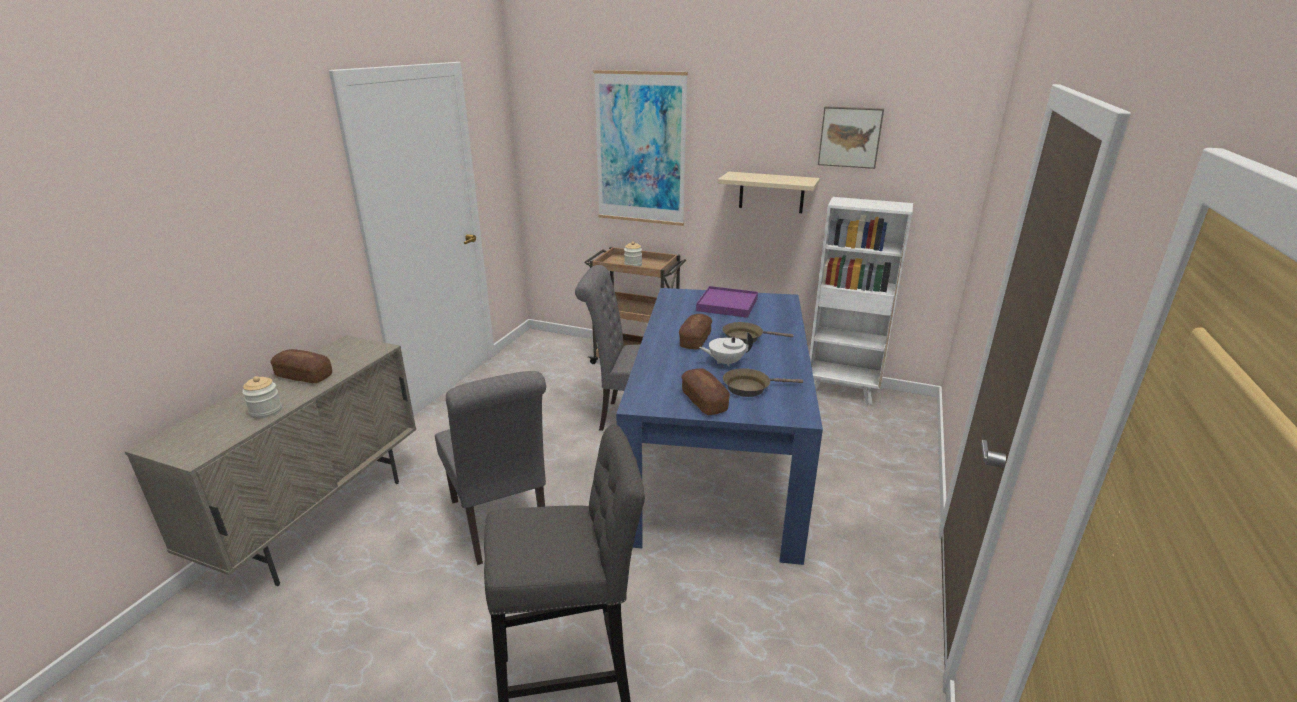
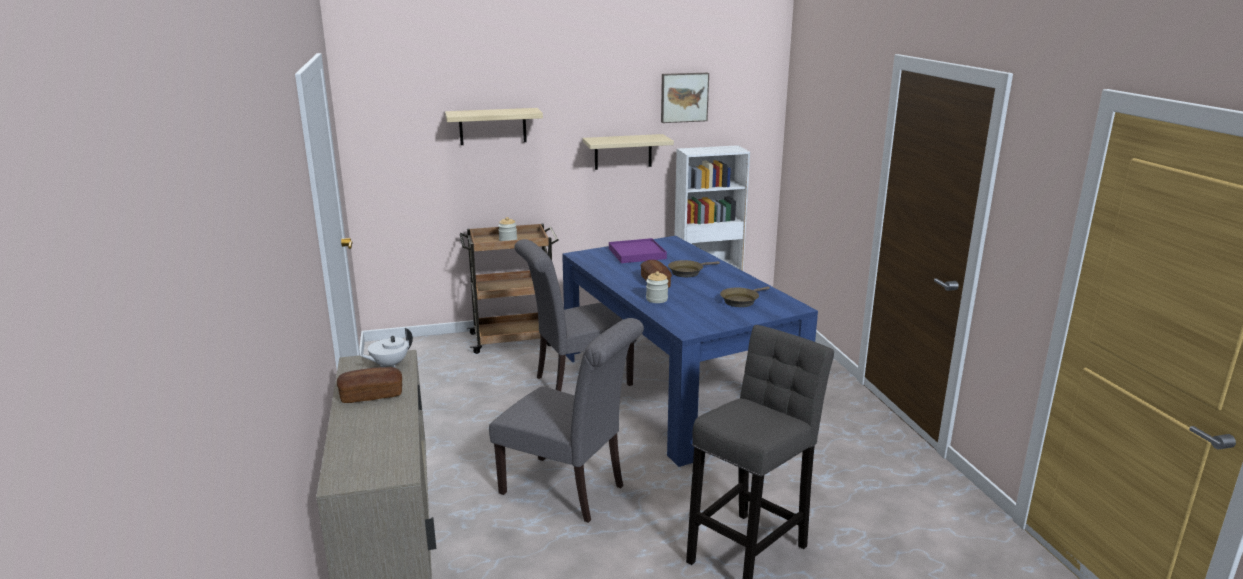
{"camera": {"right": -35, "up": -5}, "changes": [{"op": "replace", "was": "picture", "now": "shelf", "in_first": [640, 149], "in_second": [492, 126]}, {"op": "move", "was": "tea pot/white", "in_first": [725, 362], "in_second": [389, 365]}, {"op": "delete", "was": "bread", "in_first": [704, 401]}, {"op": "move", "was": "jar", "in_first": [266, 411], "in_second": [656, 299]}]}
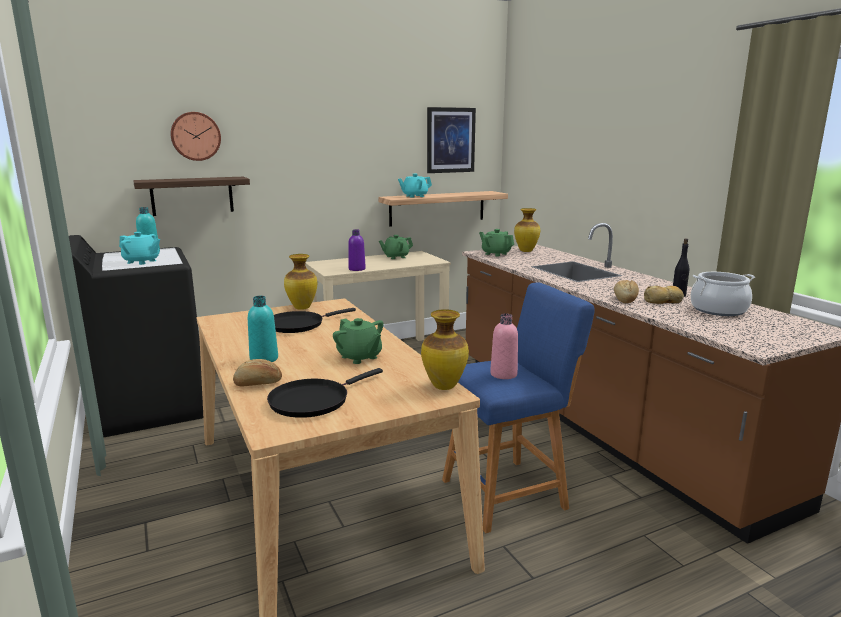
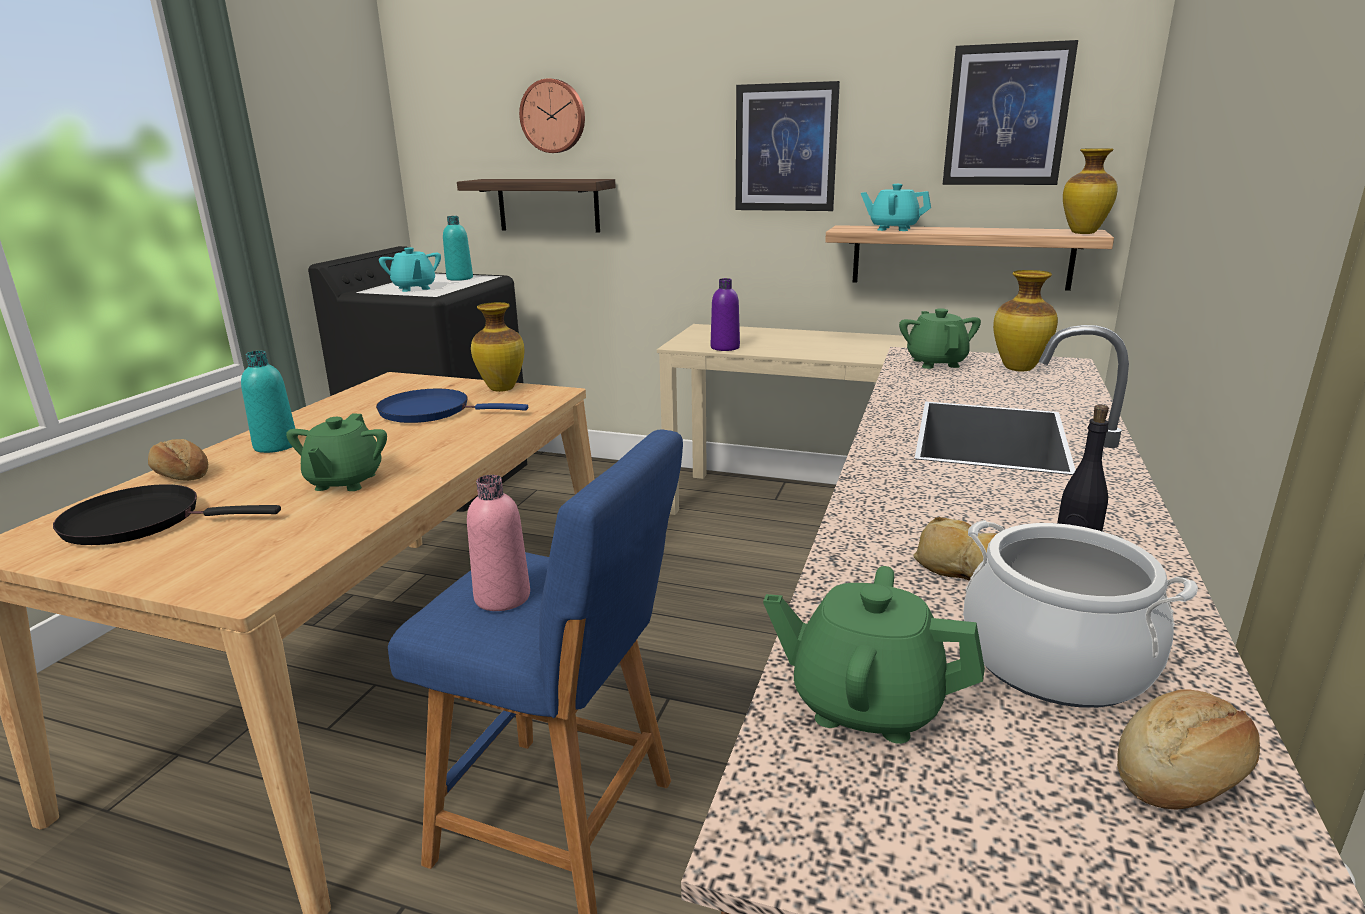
{"camera": {"right": 45, "up": 5}, "changes": [{"op": "move", "was": "tea pot/green-coloured", "in_first": [396, 257], "in_second": [865, 704]}, {"op": "move", "was": "bread", "in_first": [625, 299], "in_second": [1183, 775]}, {"op": "recolor", "was": "pan/black", "now": "pan/blue-coloured", "in_first": [298, 325], "in_second": [431, 411]}, {"op": "move", "was": "decorative vase", "in_first": [444, 386], "in_second": [1083, 233]}, {"op": "insert", "now": "picture", "in_second": [785, 148]}]}
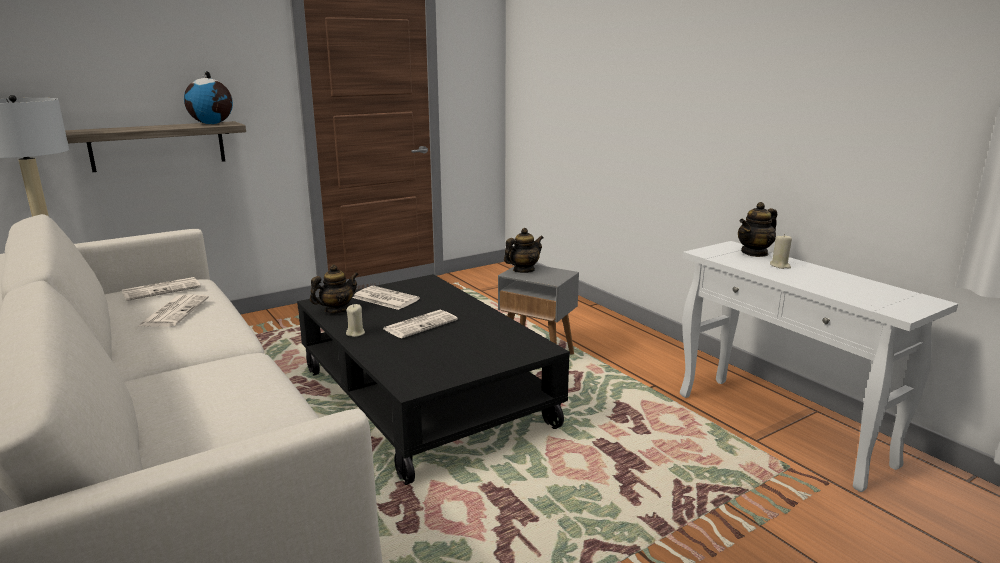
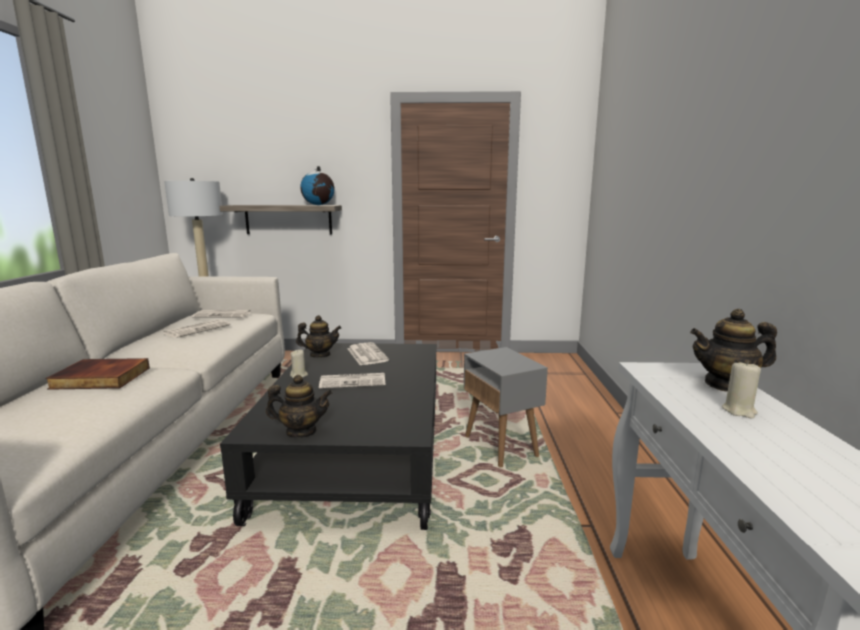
{"camera": {"right": 35, "up": -5}, "changes": [{"op": "move", "was": "tea pot", "in_first": [523, 270], "in_second": [301, 431]}, {"op": "insert", "now": "bound book", "in_second": [99, 378]}]}
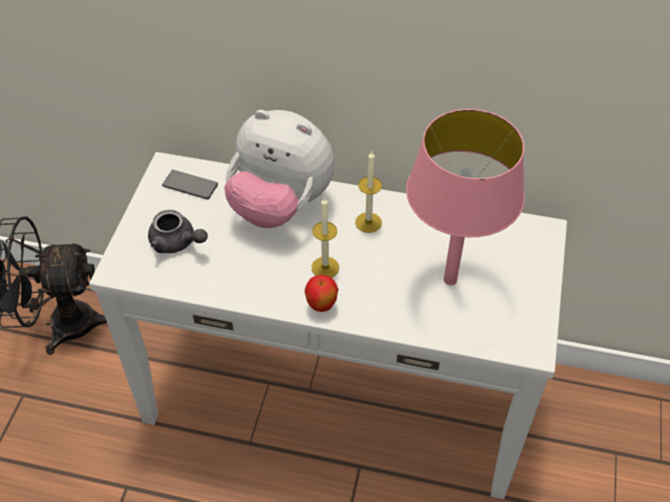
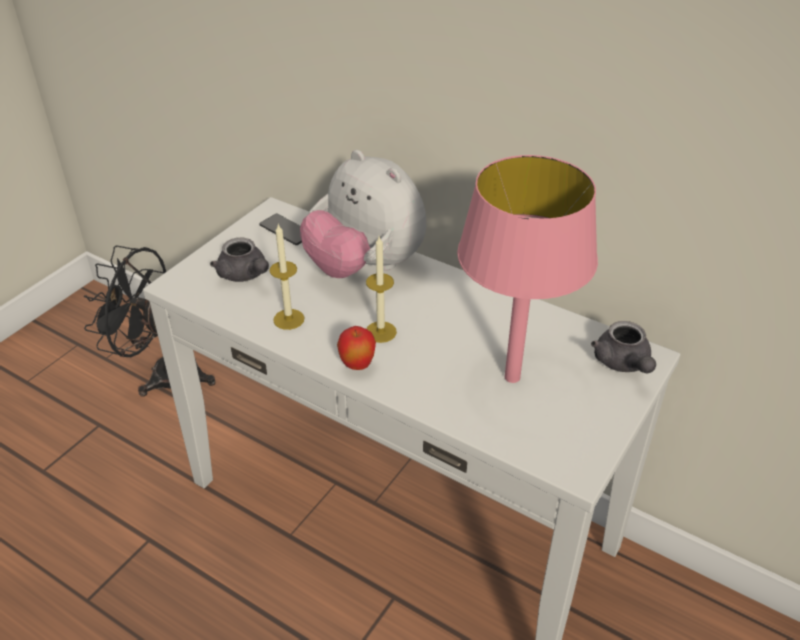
{"camera": {"right": 20, "up": -10}, "changes": [{"op": "move", "was": "wax light", "in_first": [368, 222], "in_second": [288, 319]}, {"op": "insert", "now": "tea pot/gray", "in_second": [623, 364]}]}
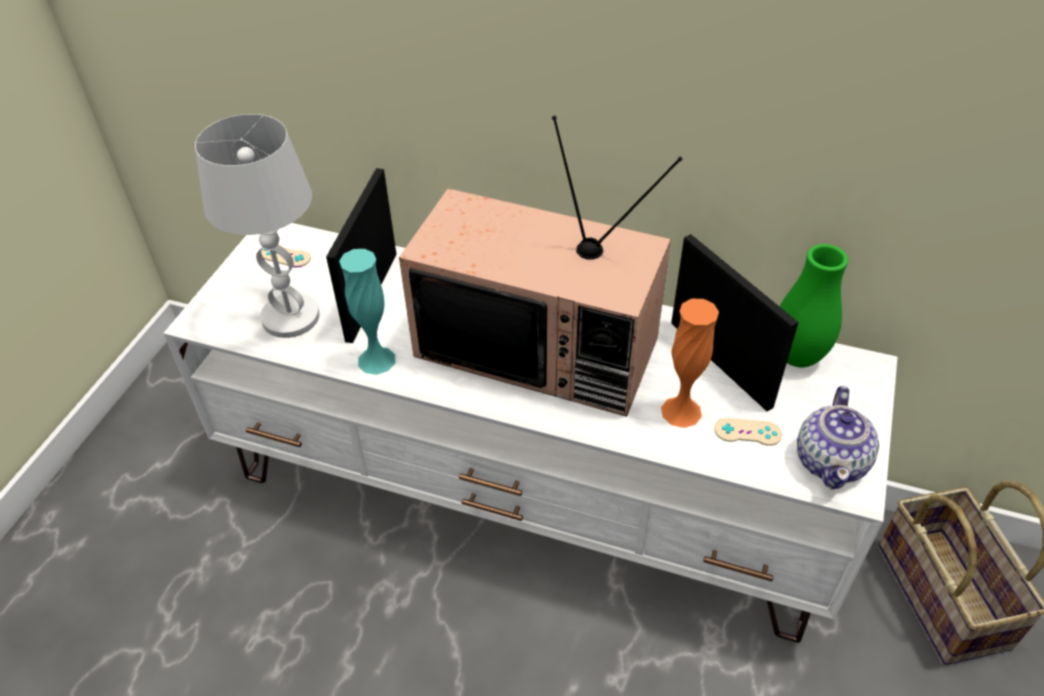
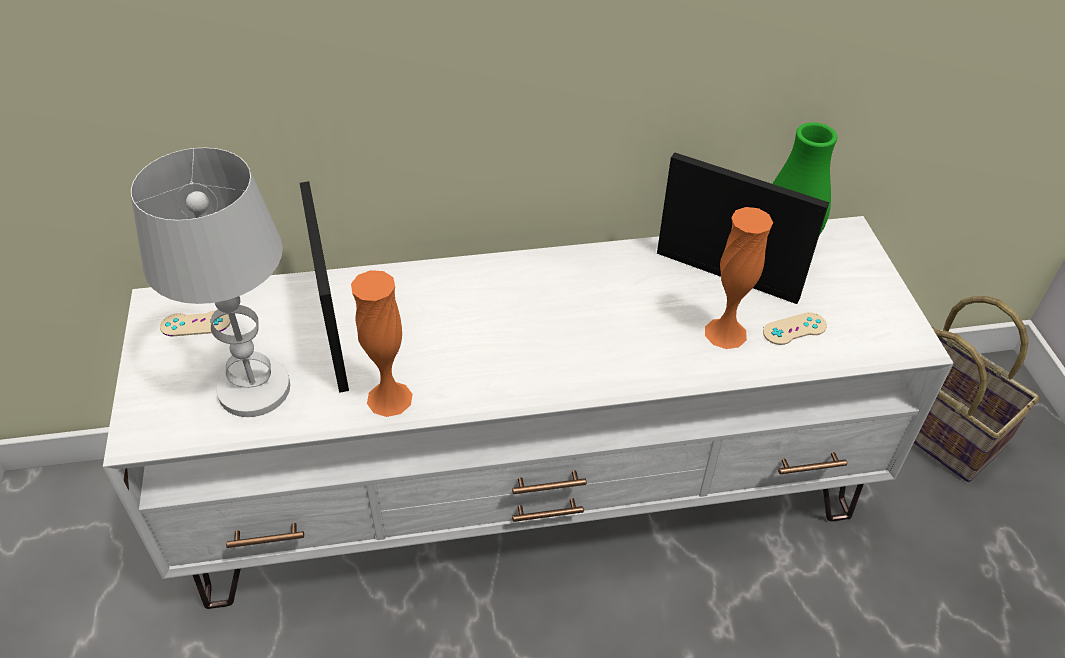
{"camera": {"right": -30, "up": 0}, "changes": [{"op": "delete", "was": "TV set", "in_first": [541, 346]}, {"op": "recolor", "was": "decorative vase/turquoise", "now": "decorative vase/orange-coloured", "in_first": [376, 360], "in_second": [389, 398]}, {"op": "delete", "was": "tea pot", "in_first": [831, 461]}]}
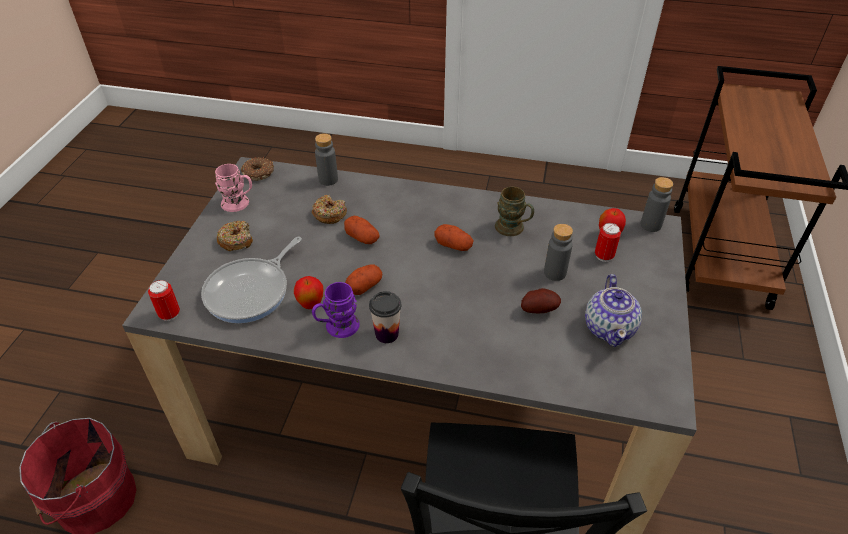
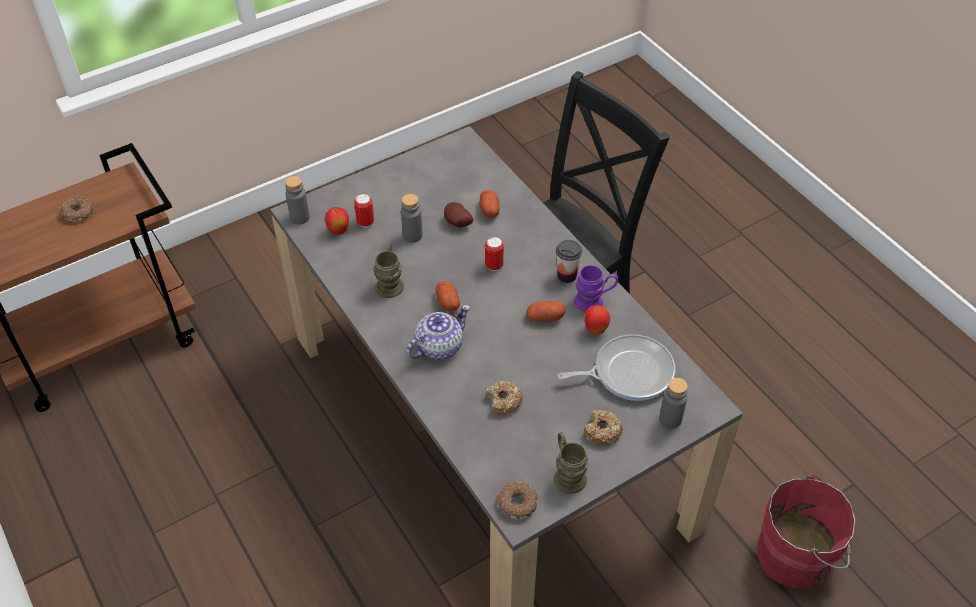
{"camera": {"right": -135, "up": 5}, "changes": [{"op": "move", "was": "beverage bottle/gray", "in_first": [328, 180], "in_second": [670, 419]}, {"op": "recolor", "was": "mug/pink-coloured", "now": "mug/brown-coloured", "in_first": [239, 204], "in_second": [567, 473]}, {"op": "move", "was": "spud", "in_first": [362, 237], "in_second": [489, 210]}, {"op": "move", "was": "tea pot", "in_first": [609, 328], "in_second": [438, 347]}, {"op": "move", "was": "metal can", "in_first": [169, 314], "in_second": [494, 265]}, {"op": "insert", "now": "donut", "in_second": [79, 213]}]}
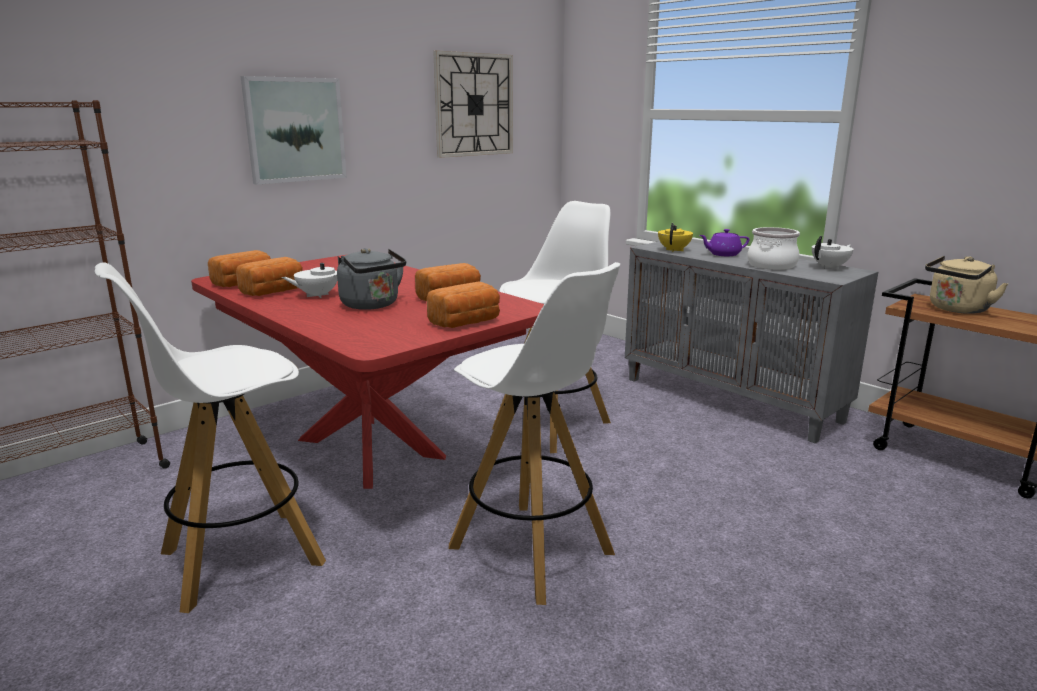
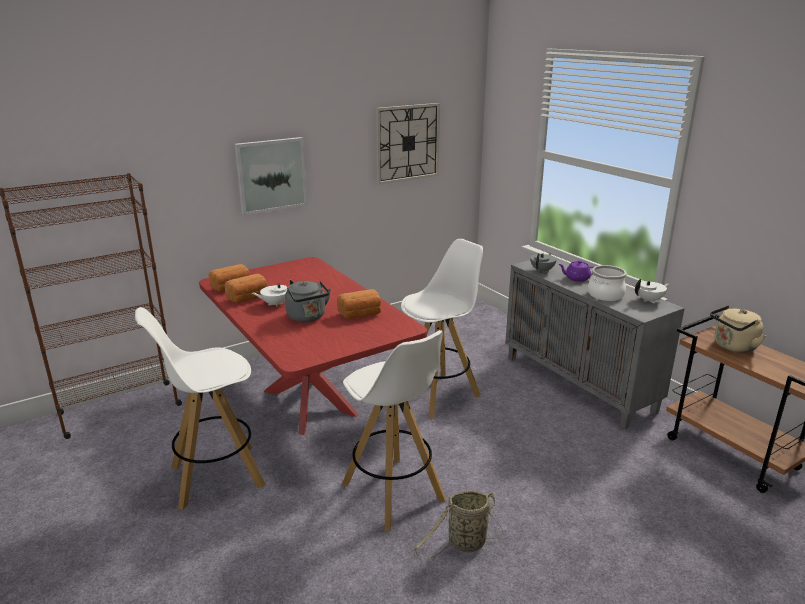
{"camera": {"right": 10, "up": 5}, "changes": [{"op": "recolor", "was": "tea pot/yellow", "now": "tea pot/gray", "in_first": [674, 250], "in_second": [542, 270]}, {"op": "delete", "was": "bread", "in_first": [466, 322]}, {"op": "insert", "now": "basket", "in_second": [464, 544]}]}
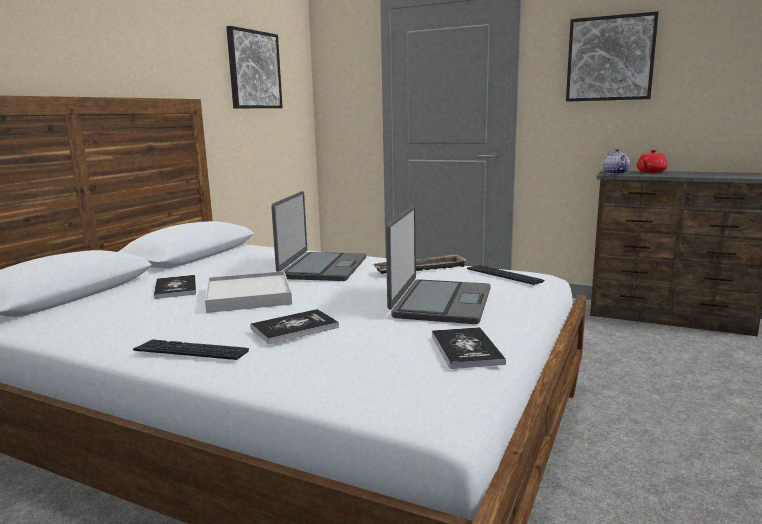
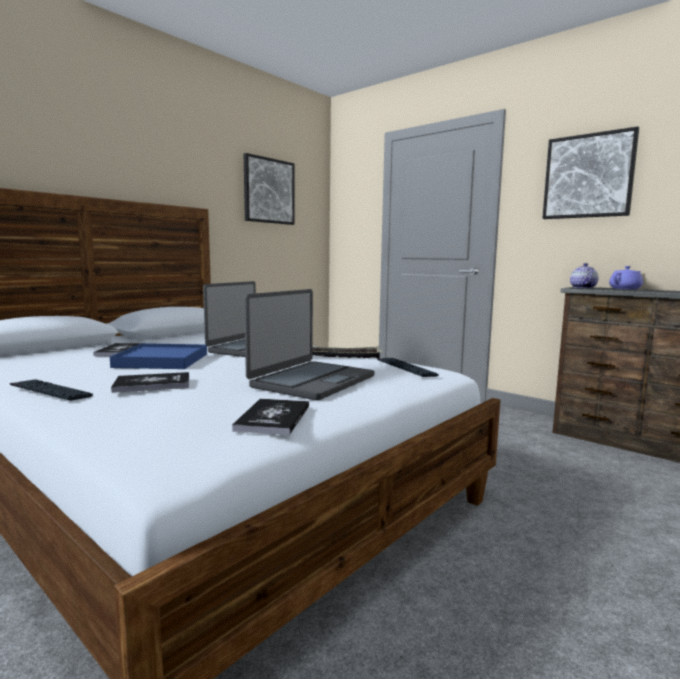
{"camera": {"right": 15, "up": -5}, "changes": [{"op": "recolor", "was": "tea pot/reddish", "now": "tea pot/purplish", "in_first": [651, 172], "in_second": [625, 289]}, {"op": "recolor", "was": "tray/white", "now": "tray/blue-coloured", "in_first": [249, 296], "in_second": [162, 360]}]}
